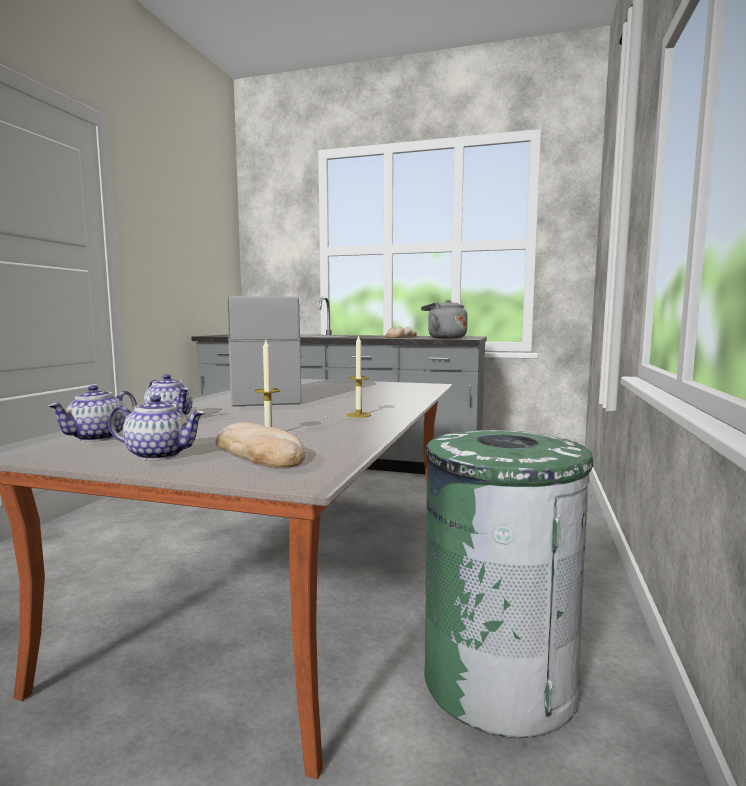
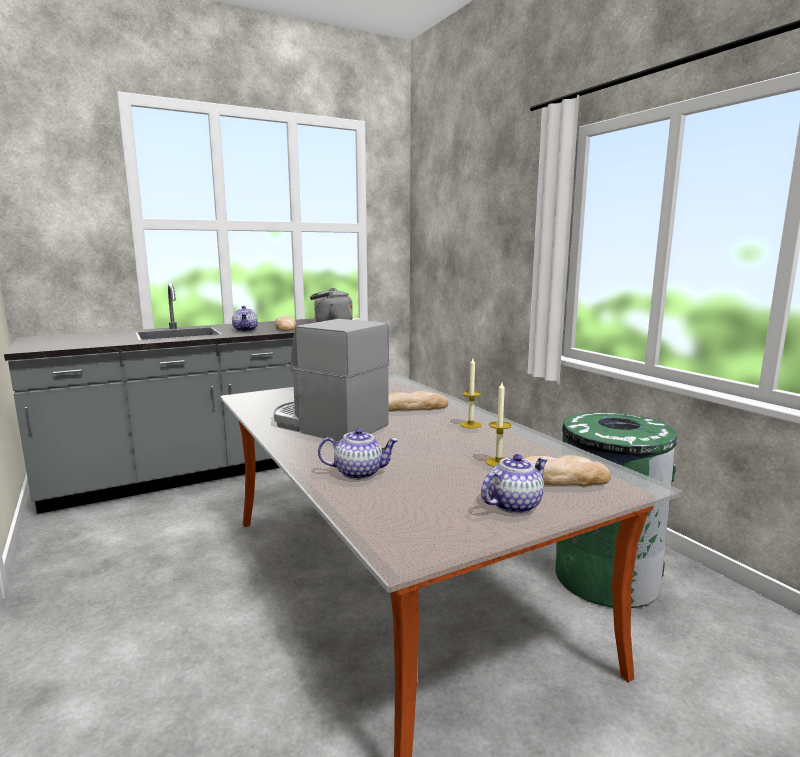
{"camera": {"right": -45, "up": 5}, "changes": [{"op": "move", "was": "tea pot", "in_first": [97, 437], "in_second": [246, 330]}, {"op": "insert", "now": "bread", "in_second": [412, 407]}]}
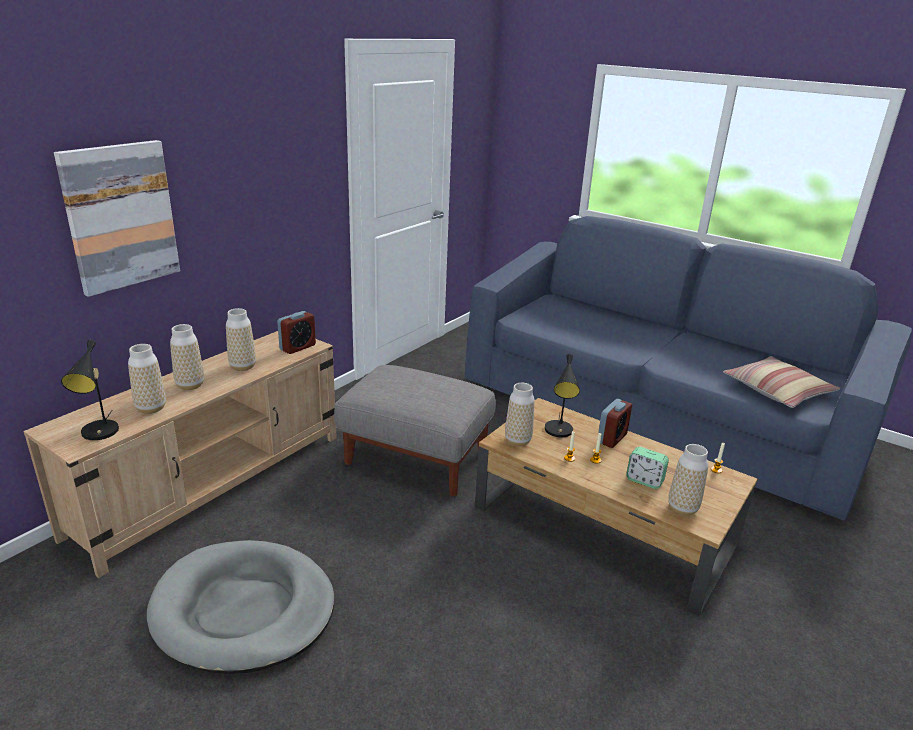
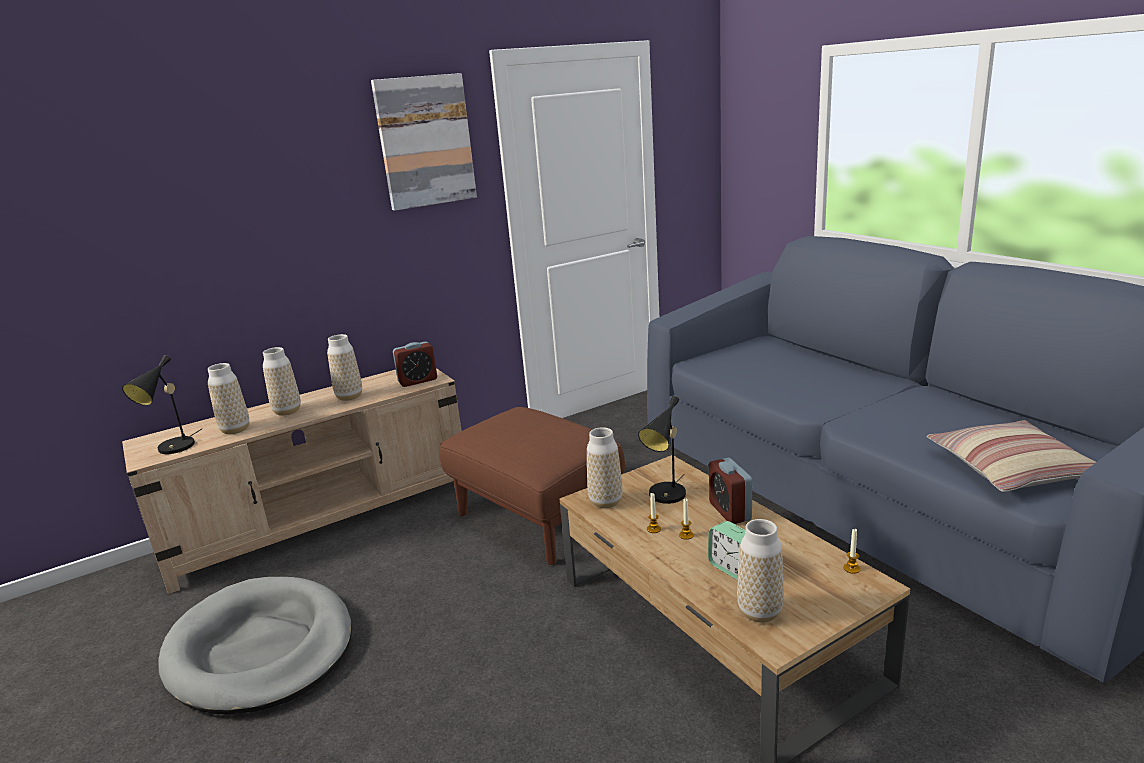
{"camera": {"right": 25, "up": -5}, "changes": [{"op": "move", "was": "picture", "in_first": [120, 216], "in_second": [425, 141]}, {"op": "recolor", "was": "pouffe/gray", "now": "pouffe/brown-coloured", "in_first": [415, 459], "in_second": [536, 518]}, {"op": "rotate", "was": "alarm clock", "in_first": [612, 438], "in_second": [730, 511], "clockwise": 105}]}
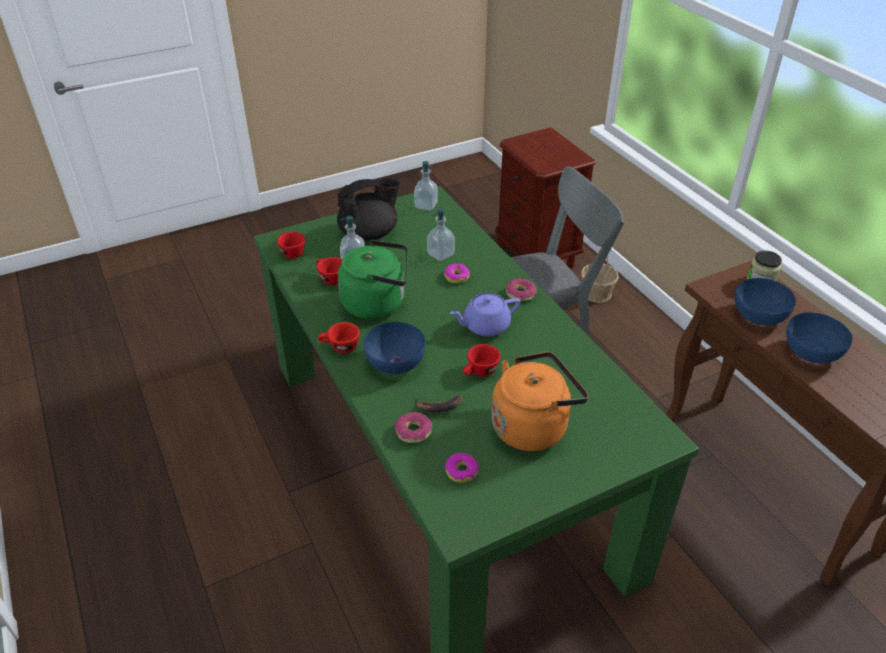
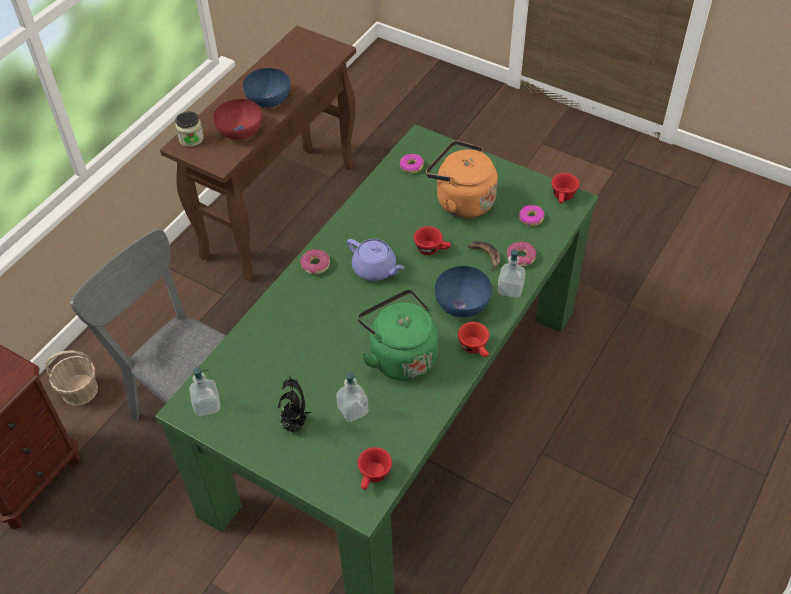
{"camera": {"right": -120, "up": 10}, "changes": [{"op": "replace", "was": "tea pot/black", "now": "houseplant", "in_first": [369, 234], "in_second": [295, 425]}, {"op": "move", "was": "soap dispenser", "in_first": [440, 254], "in_second": [510, 289]}, {"op": "move", "was": "cup/reddish", "in_first": [329, 278], "in_second": [563, 198]}, {"op": "move", "was": "donut", "in_first": [456, 277], "in_second": [411, 166]}, {"op": "recolor", "was": "deep dish/blue-coloured", "now": "deep dish/reddish", "in_first": [758, 315], "in_second": [240, 131]}]}
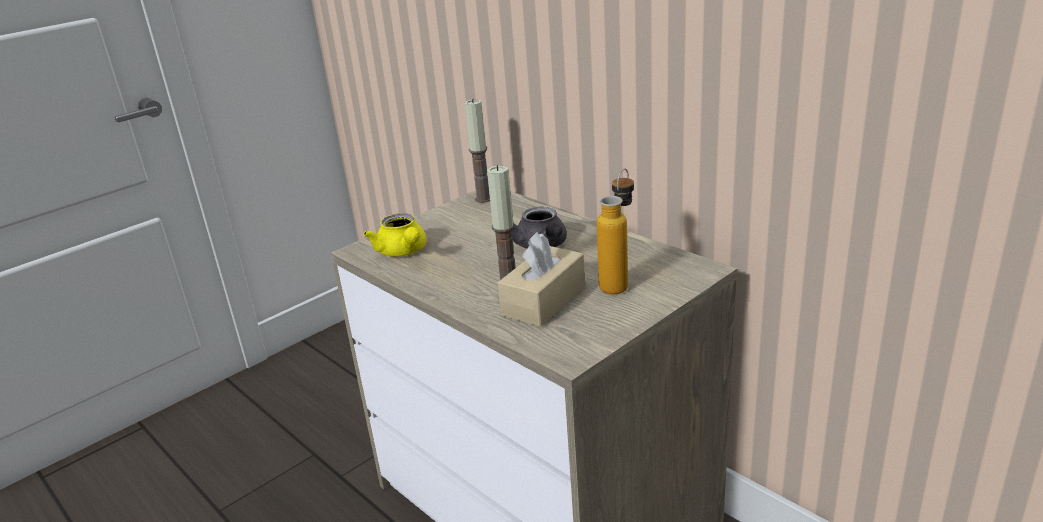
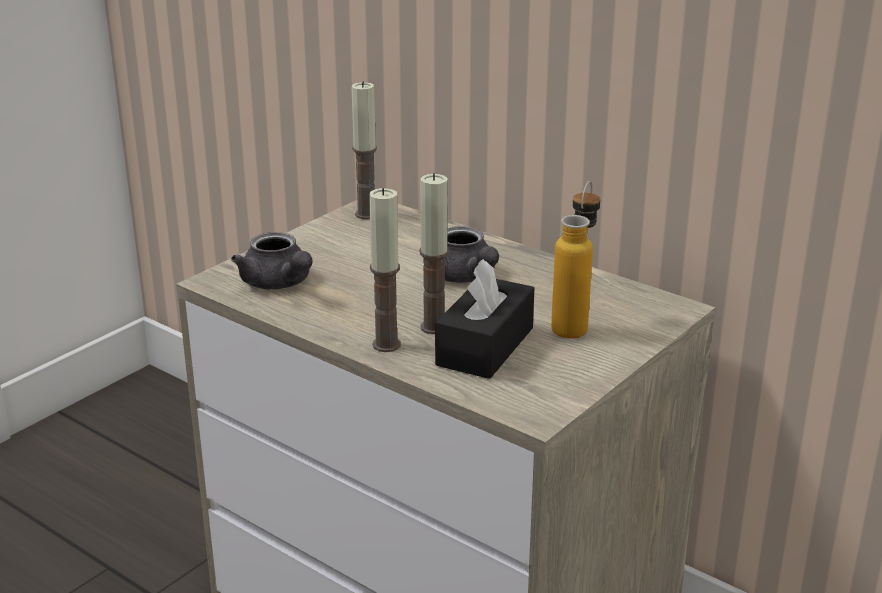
{"camera": {"right": -10, "up": 0}, "changes": [{"op": "recolor", "was": "tea pot/yellow", "now": "tea pot/gray", "in_first": [403, 252], "in_second": [279, 284]}, {"op": "recolor", "was": "tissue box/beige", "now": "tissue box/black", "in_first": [544, 300], "in_second": [485, 346]}, {"op": "insert", "now": "wax light", "in_second": [386, 345]}]}
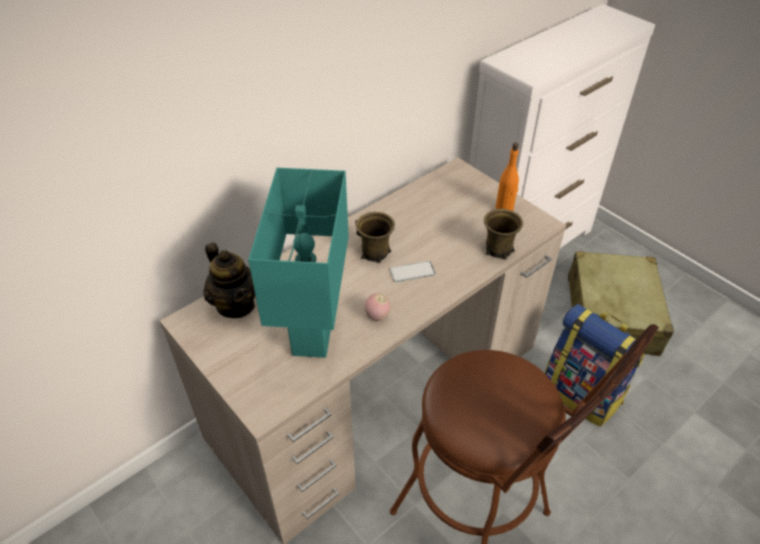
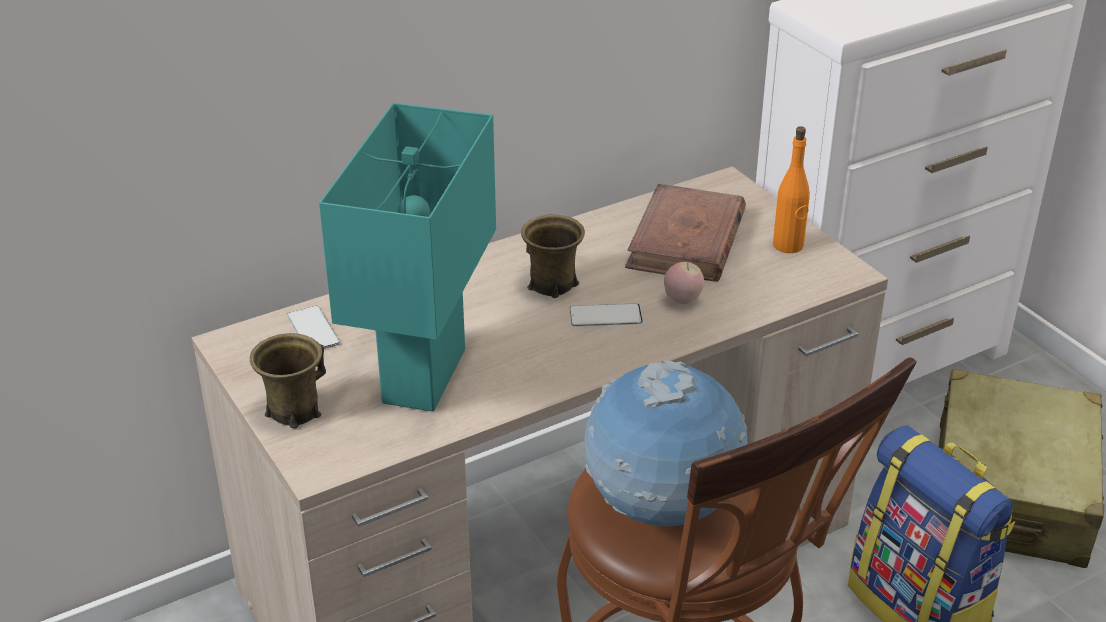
{"camera": {"right": 10, "up": -10}, "changes": [{"op": "move", "was": "mug/brown-coloured", "in_first": [498, 249], "in_second": [293, 410]}, {"op": "replace", "was": "tea pot", "now": "phone", "in_first": [236, 305], "in_second": [313, 329]}, {"op": "move", "was": "apple fruit", "in_first": [377, 316], "in_second": [682, 300]}, {"op": "insert", "now": "bound book/brown-coloured", "in_second": [686, 241]}, {"op": "insert", "now": "globe", "in_second": [661, 511]}]}
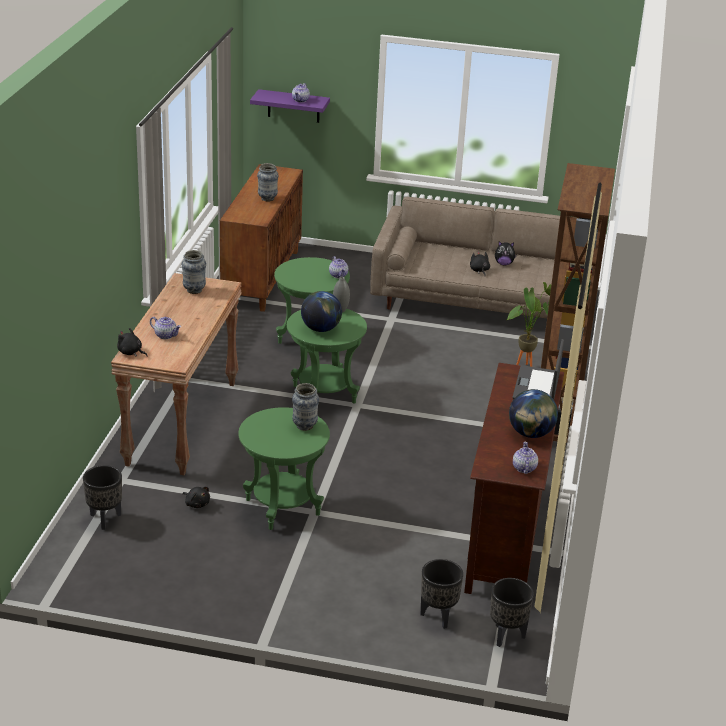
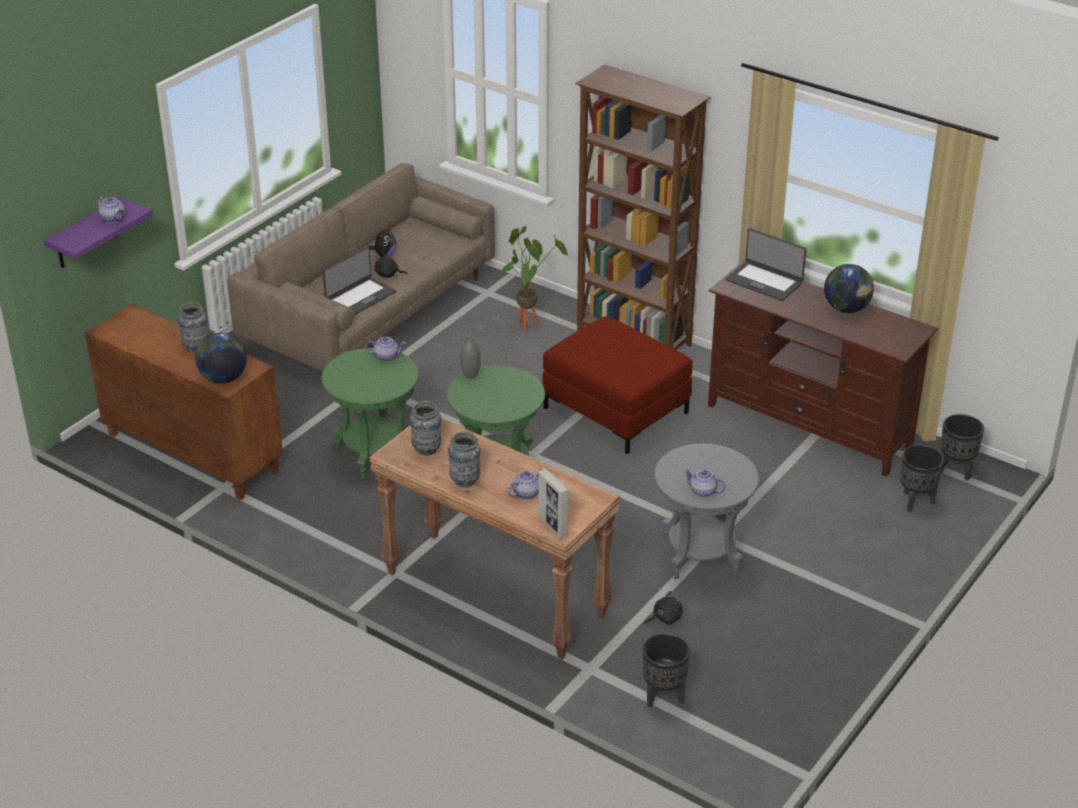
{"camera": {"right": -65, "up": 5}, "changes": [{"op": "move", "was": "globe", "in_first": [321, 329], "in_second": [223, 378]}, {"op": "replace", "was": "soft toy/black", "now": "photo frame", "in_first": [131, 352], "in_second": [553, 527]}, {"op": "move", "was": "decorative vase", "in_first": [304, 426], "in_second": [465, 481]}, {"op": "recolor", "was": "end table/green-coloured", "now": "end table/gray", "in_first": [282, 507], "in_second": [700, 556]}, {"op": "move", "was": "tea pot", "in_first": [524, 468], "in_second": [702, 491]}, {"op": "insert", "now": "laptop", "in_second": [360, 297]}, {"op": "insert", "now": "pouffe/reddish", "in_second": [617, 410]}]}
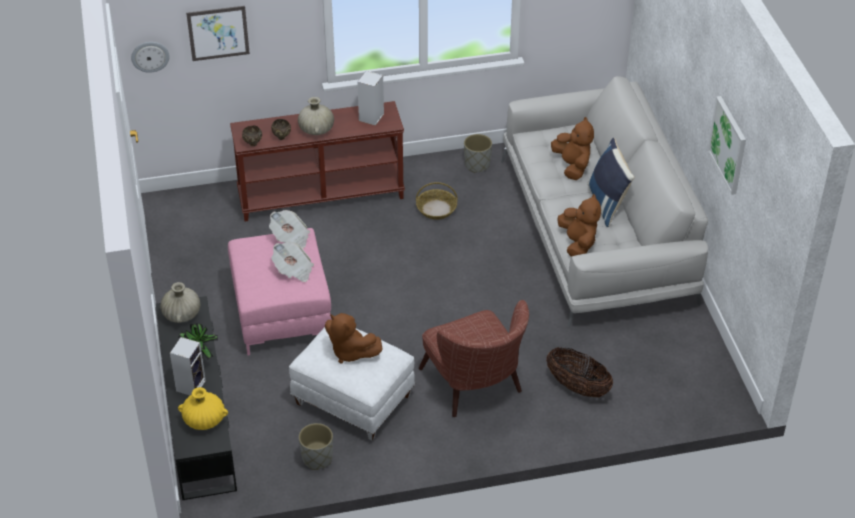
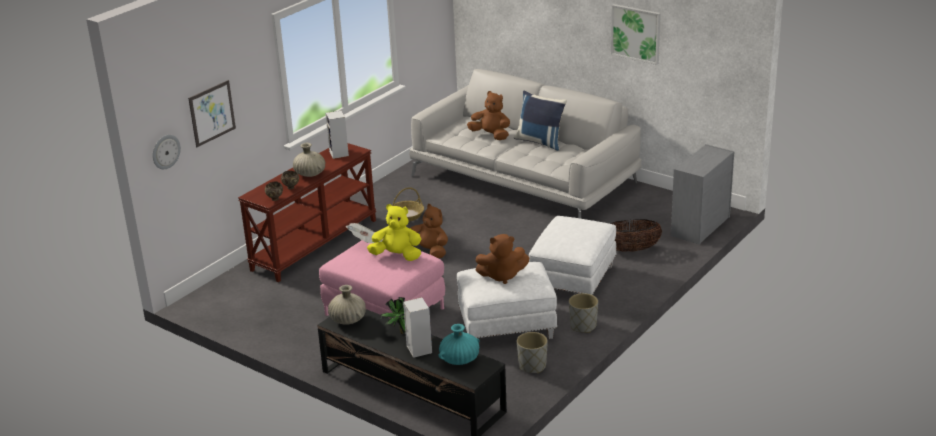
{"camera": {"right": -40, "up": -15}, "changes": [{"op": "move", "was": "plant pot/gray", "in_first": [477, 165], "in_second": [583, 326]}, {"op": "move", "was": "soft toy/brown-coloured", "in_first": [578, 243], "in_second": [429, 251]}, {"op": "replace", "was": "daily paper", "now": "soft toy/yellow", "in_first": [293, 270], "in_second": [397, 256]}, {"op": "replace", "was": "lounge chair/brown-coloured", "now": "pouffe/white", "in_first": [475, 388], "in_second": [573, 281]}, {"op": "recolor", "was": "decorative vase/yellow", "now": "decorative vase/turquoise", "in_first": [204, 420], "in_second": [460, 360]}, {"op": "insert", "now": "drawer chest/gray", "in_second": [700, 227]}]}
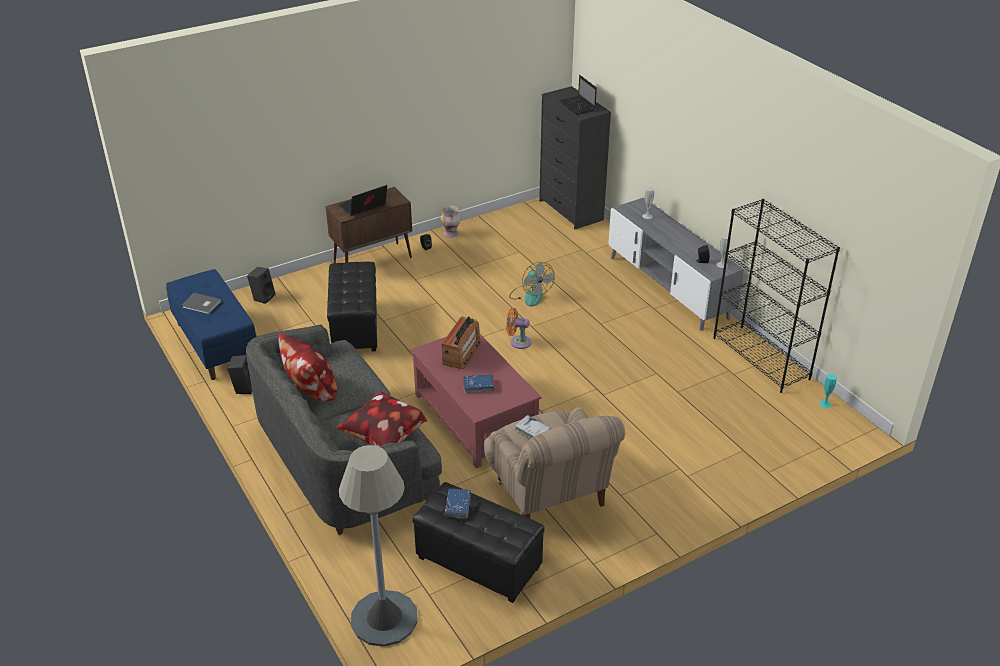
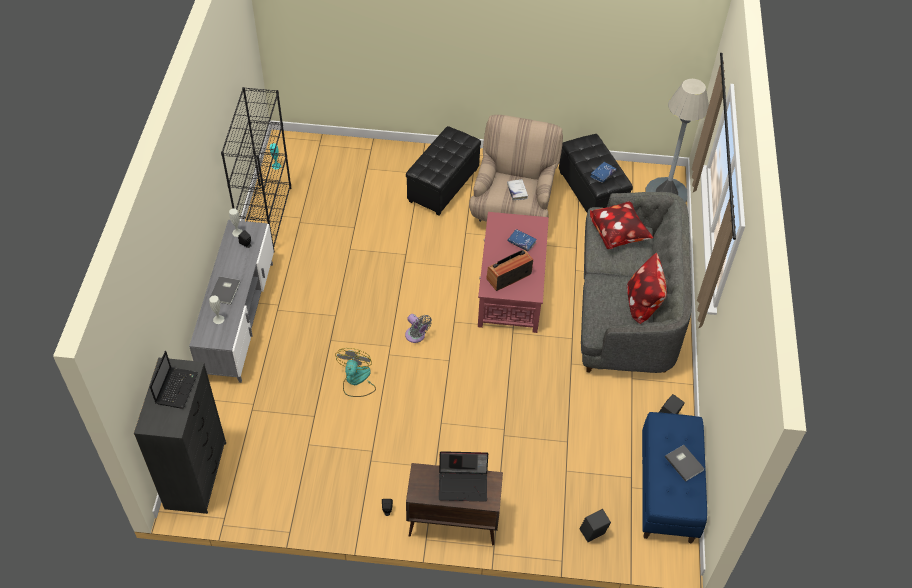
{"camera": {"right": -145, "up": 15}, "changes": [{"op": "delete", "was": "decorative vase", "in_first": [451, 234]}, {"op": "move", "was": "pouffe/black", "in_first": [356, 327], "in_second": [442, 185]}, {"op": "recolor", "was": "fan/orange-coloured", "now": "fan/gray", "in_first": [518, 342], "in_second": [416, 336]}, {"op": "insert", "now": "bound book/gray", "in_second": [226, 291]}]}
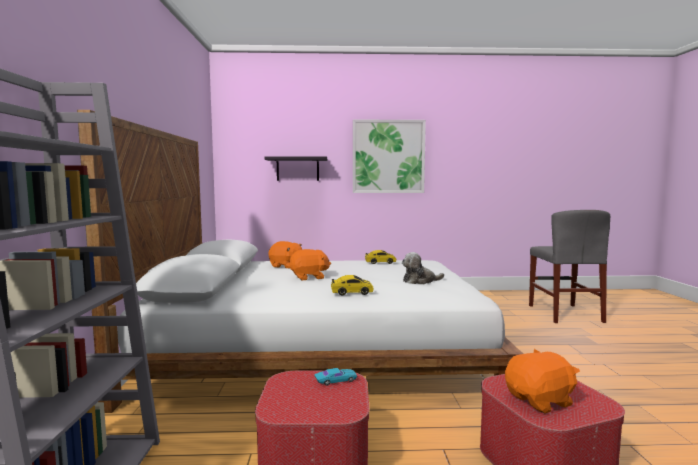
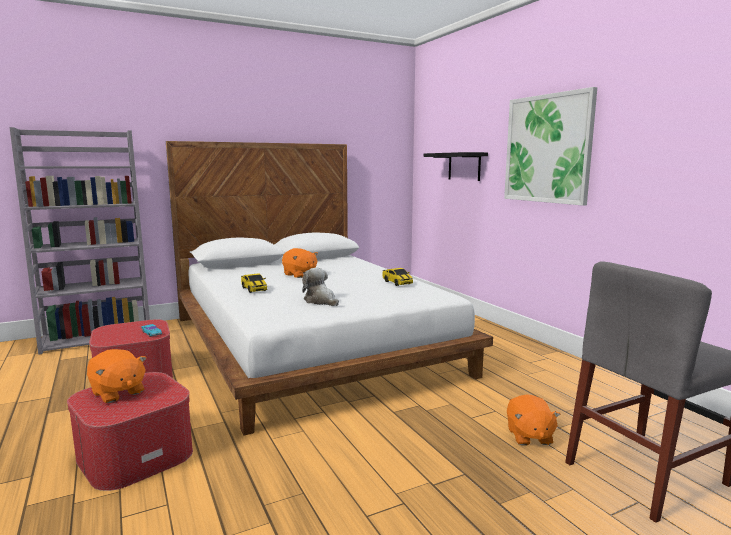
{"camera": {"right": 65, "up": 5}, "changes": [{"op": "move", "was": "soft toy/orange-coloured", "in_first": [286, 266], "in_second": [529, 436]}]}
